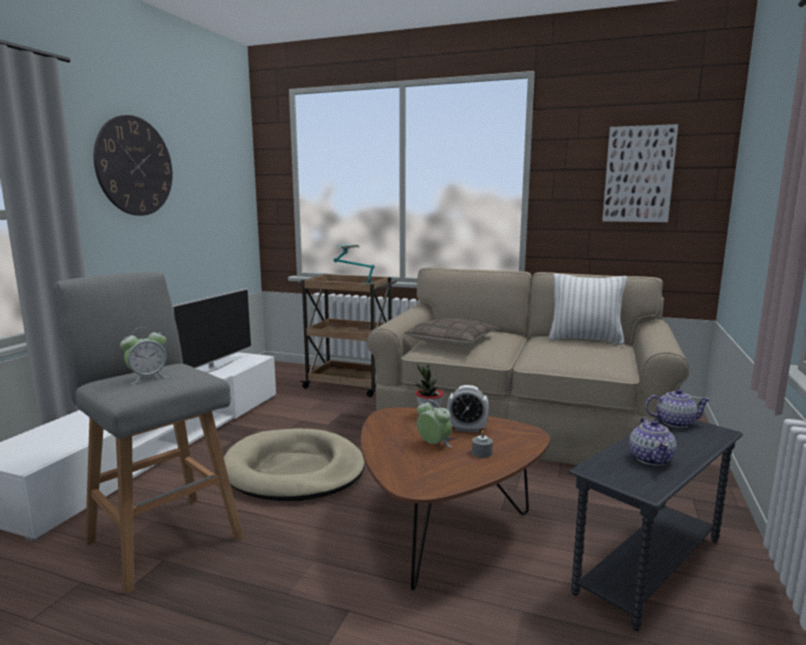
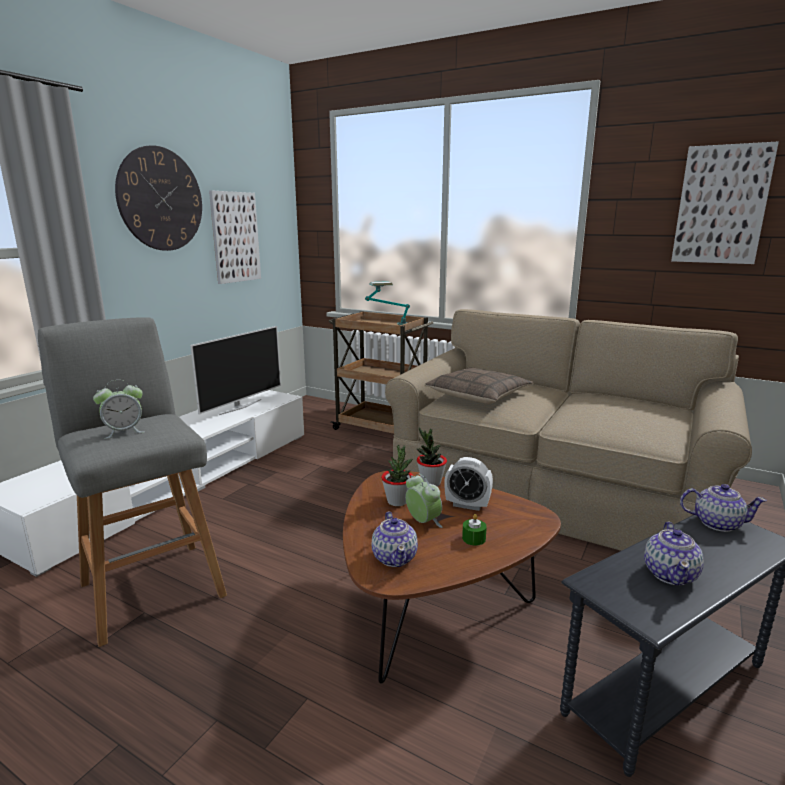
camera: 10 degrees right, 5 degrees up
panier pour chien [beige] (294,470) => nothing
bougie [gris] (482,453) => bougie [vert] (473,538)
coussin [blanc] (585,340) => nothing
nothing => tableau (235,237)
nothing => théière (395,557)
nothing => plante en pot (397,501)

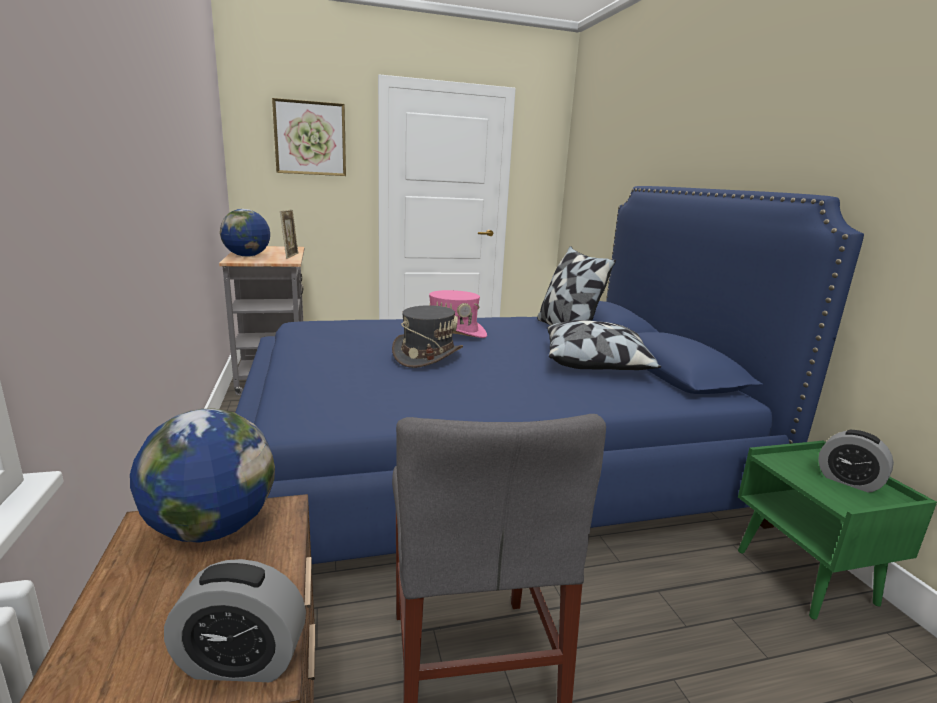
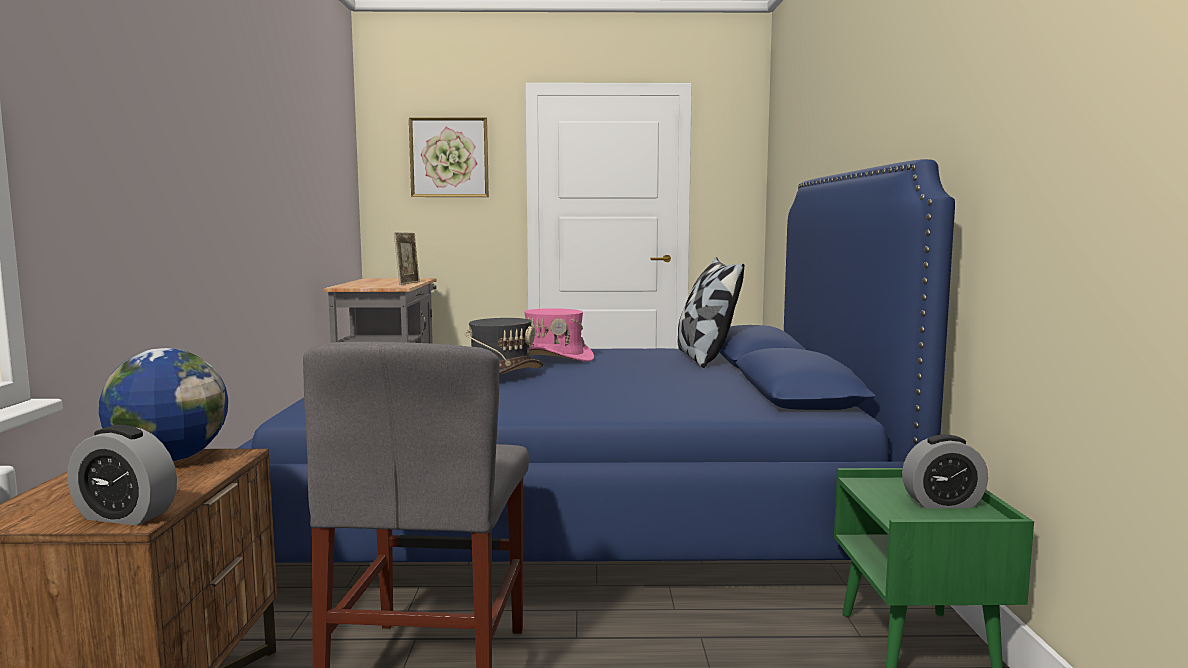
camera: 15 degrees right, 10 degrees down
globe (247,256) => nothing
coussin (597,364) => nothing
réveil (848,481) => réveil (942,503), 60 degrees counterclockwise

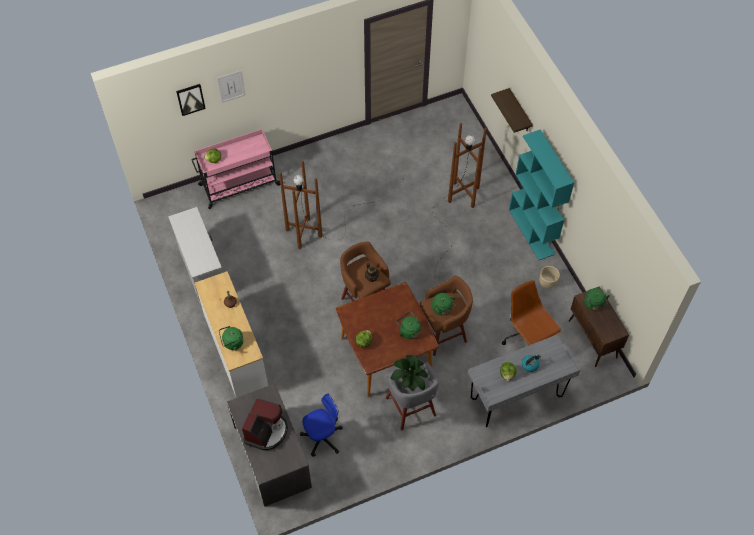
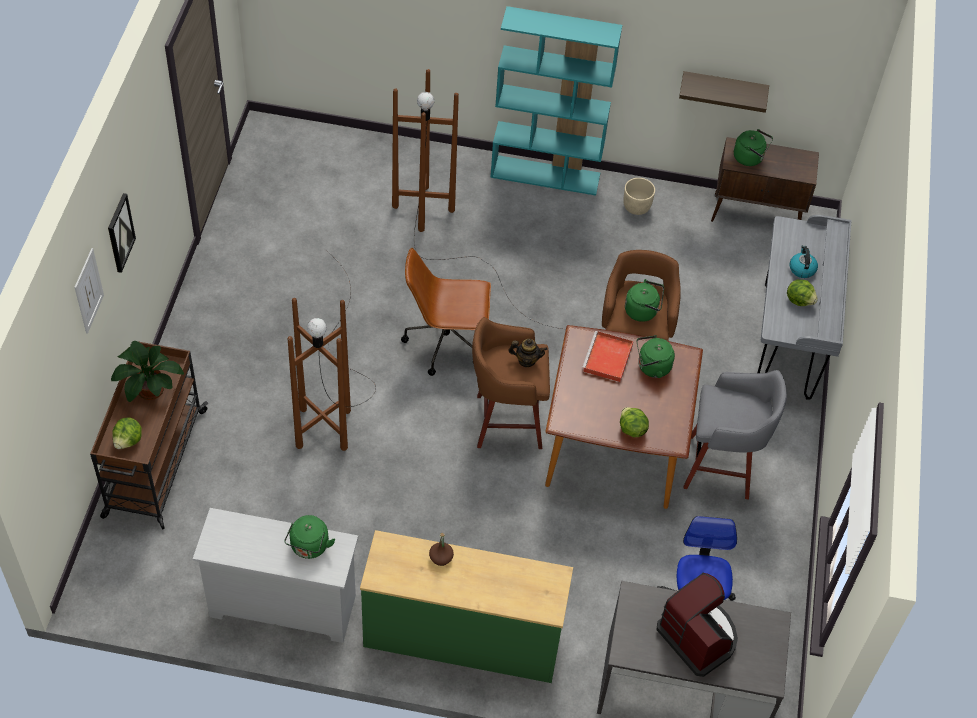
camera: 60 degrees left, 5 degrees down
tableau (190,99) => tableau (120,232), shifted
chariot [rose] (238,185) => chariot [marron] (154,464)
commode [blanc] (235,351) => commode [vert] (462,638)
bouilloire [vert] (232,343) => bouilloire [vert] (309,547), shifted
plante en pot (409,380) => plante en pot (148,389), shifted
étagère (520,111) => étagère (723,89), shifted
chaise de bureau [marron] (527,338) => chaise de bureau [marron] (446,343), shifted
nothing => plateau [rouge] (607,359)

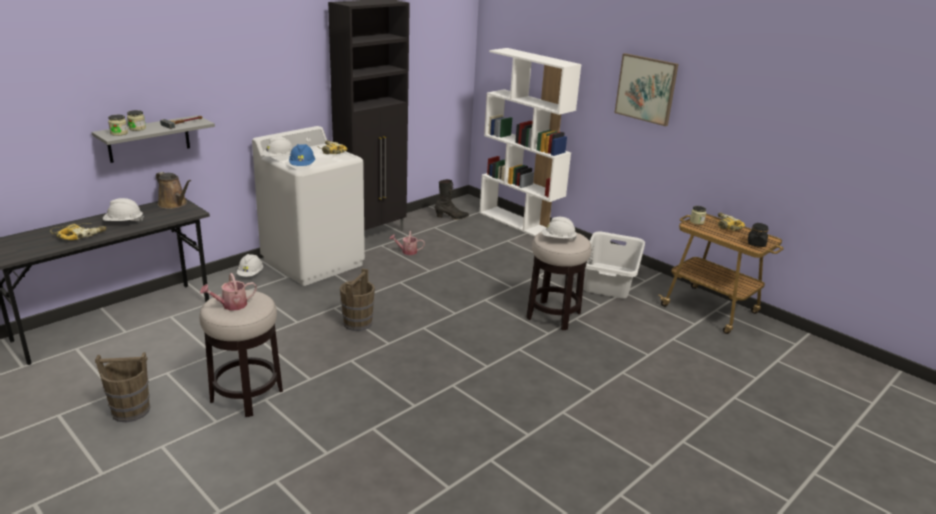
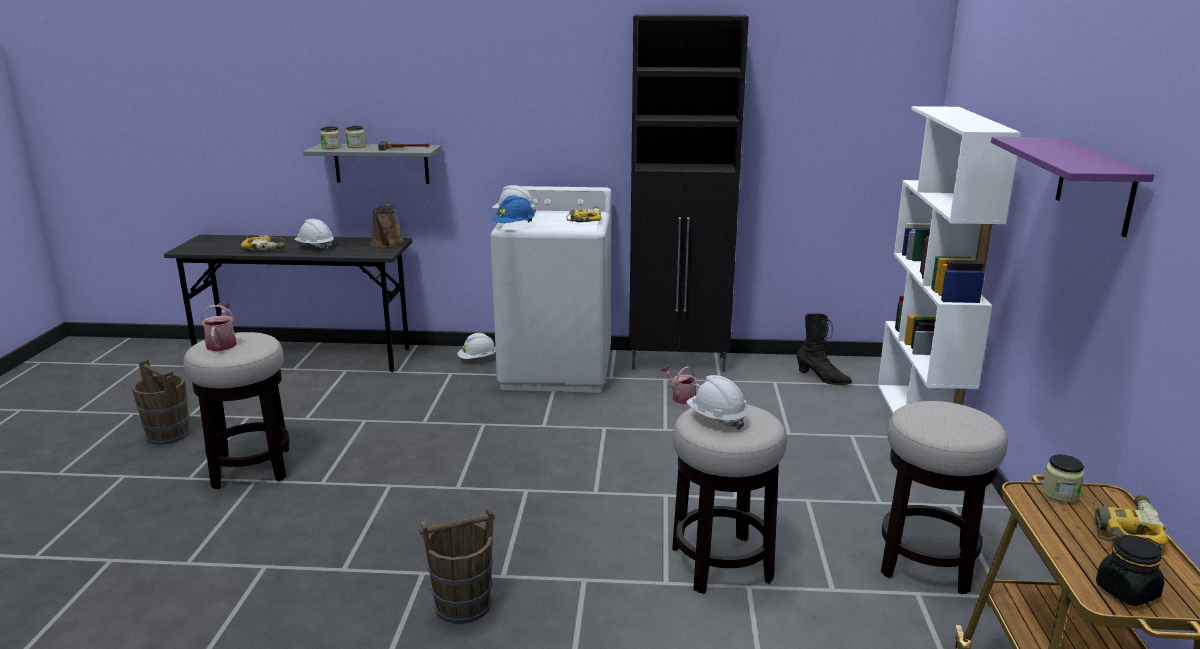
camera: 50 degrees right, 5 degrees down
arrosoir (231,305) => arrosoir (222,343), 60 degrees clockwise
seau [marron] (358,323) => seau [marron] (463,605), shifted
panier à linge [gris] (610,280) => tabouret (926,563)
tableau (646,89) => étagère [violet] (1095,185)

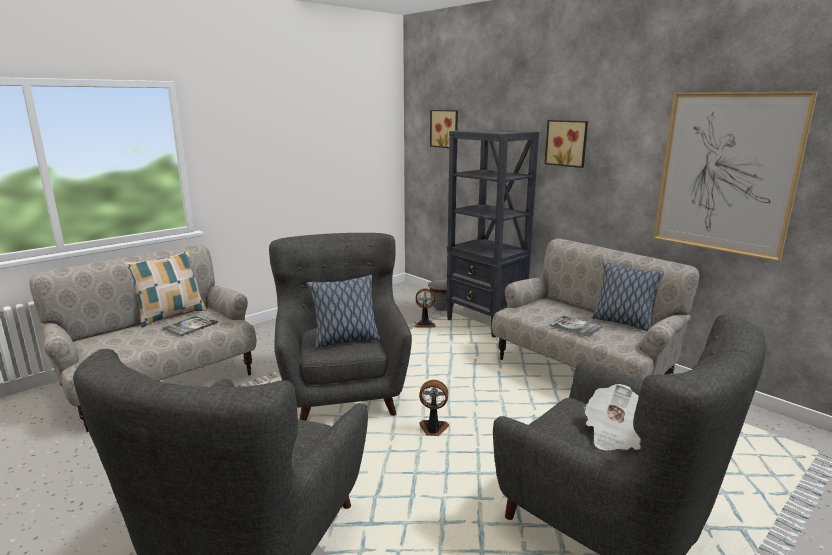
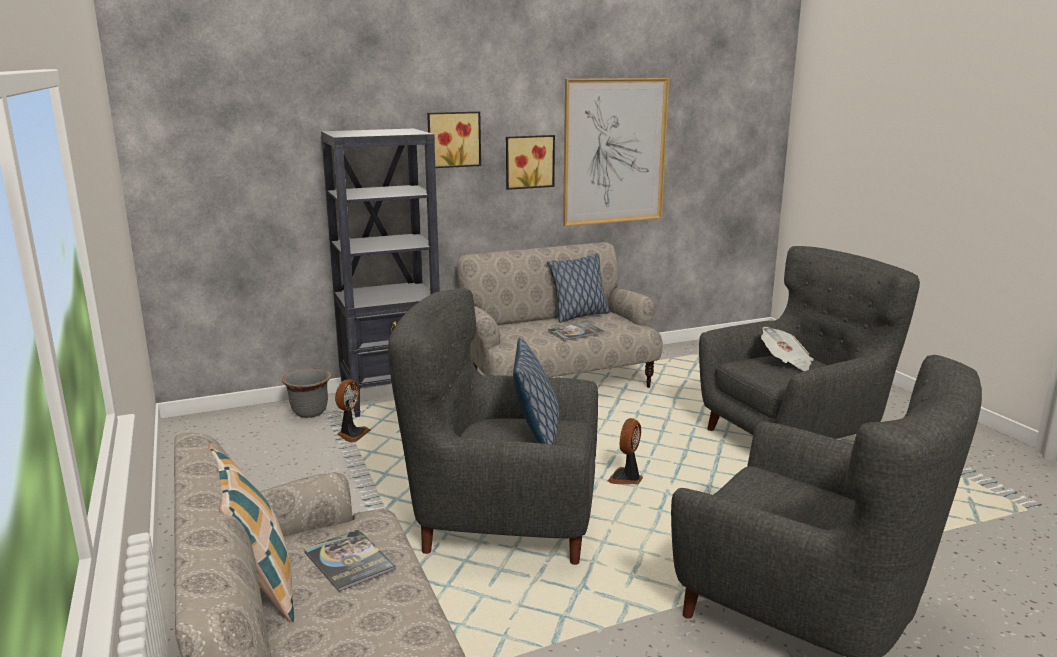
camera: 70 degrees left, 0 degrees up
tableau (445,128) => tableau (529,161), shifted

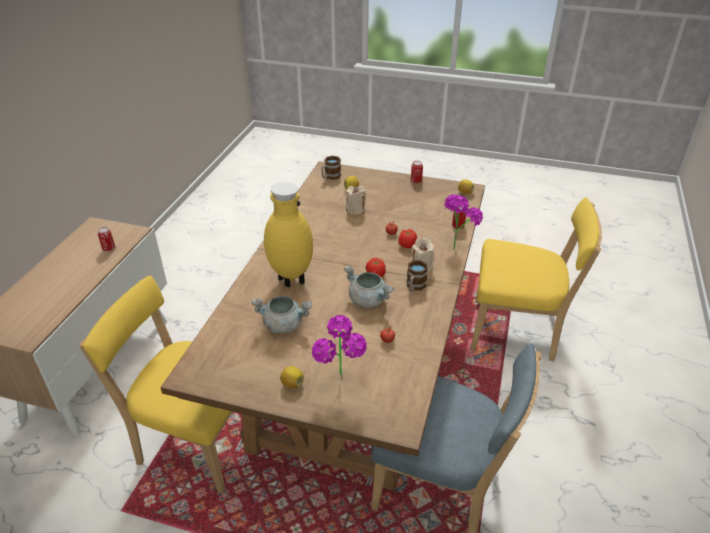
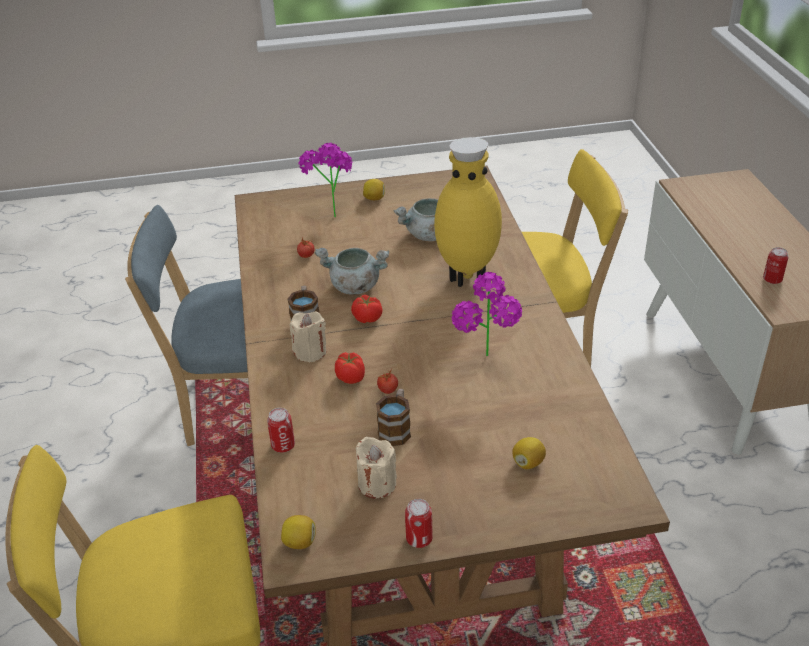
camera: 155 degrees right, 0 degrees up
mug (330,177) => mug (396,428), shifted
bougie [beige] (355,209) => bougie [beige] (377,484), shifted
plante en pot (456,245) => plante en pot (487,363), shifted

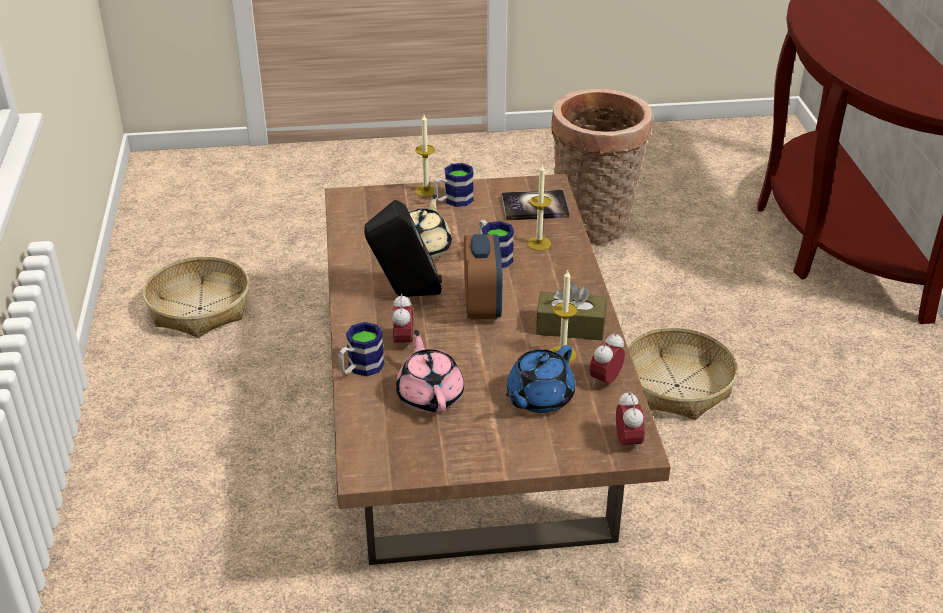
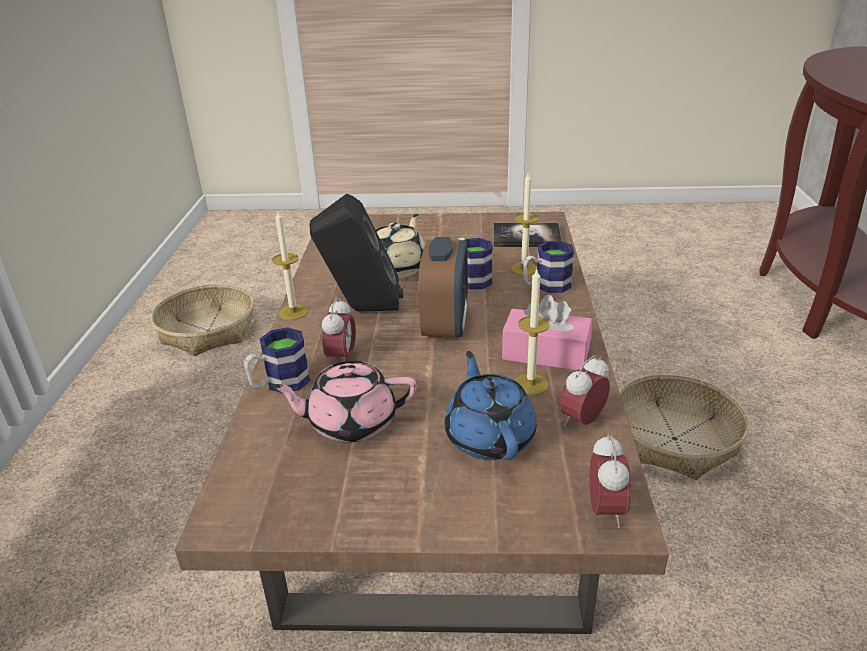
camera: 10 degrees right, 5 degrees down
théière [rose] (430,395) => théière [rose] (350,422), 90 degrees counterclockwise
bougie (426,190) => bougie (293,312), shifted
mug (453,201) => mug (546,286), shifted
théière [bleu] (538,398) => théière [bleu] (489,436), 120 degrees clockwise
boîte à mouchoirs [marron] (570,327) => boîte à mouchoirs [rose] (546,354)
panier (594,229) => nothing

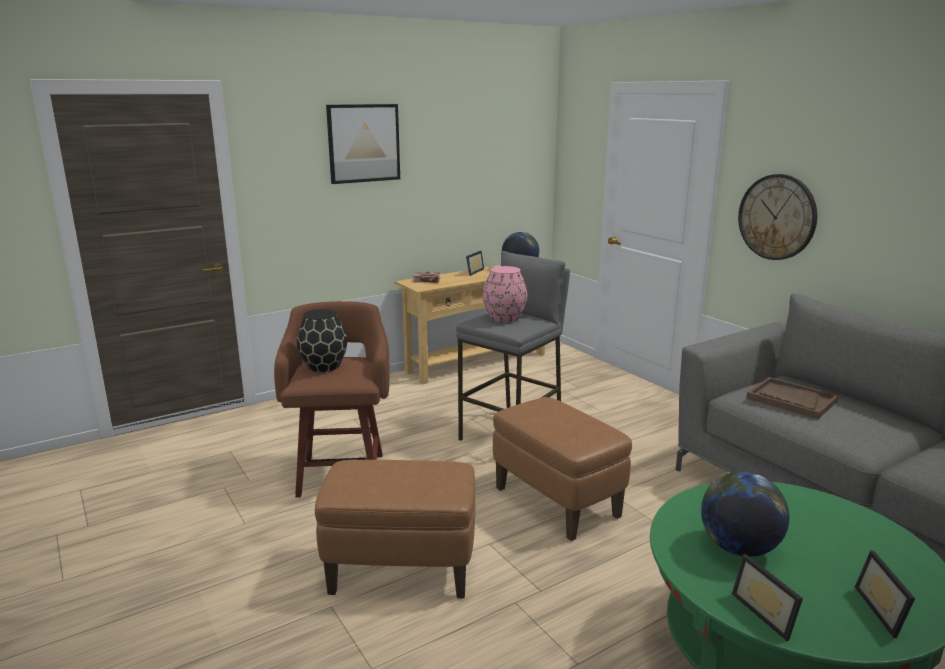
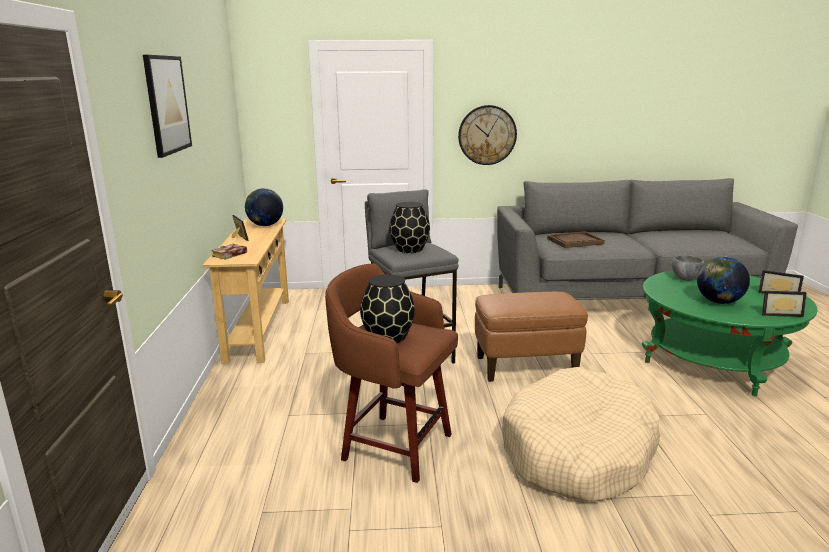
camera: 60 degrees left, 0 degrees up
pouf [marron] (402,571) => panier pour chien [beige] (577,451)
vase [rose] (505,318) => vase [noir] (409,249)
nothing => bol [gris] (685,279)

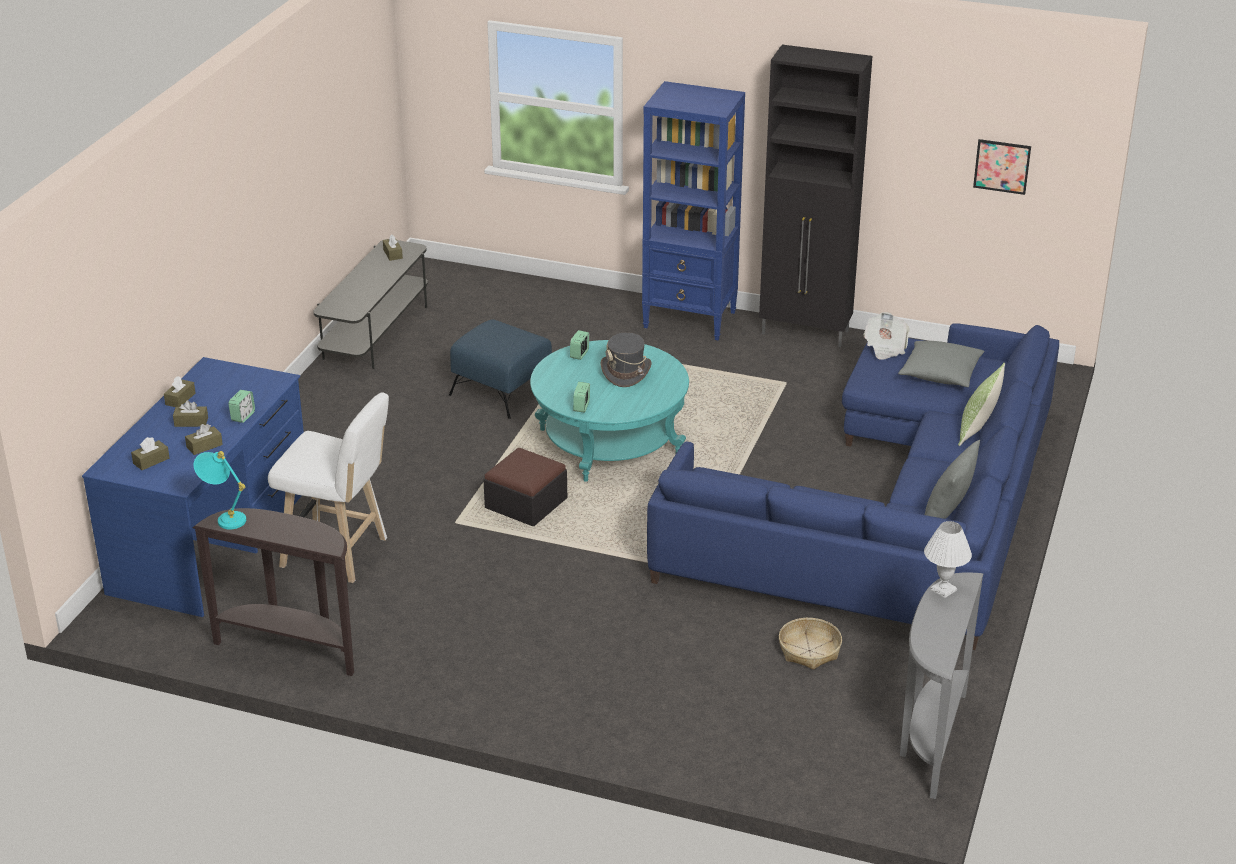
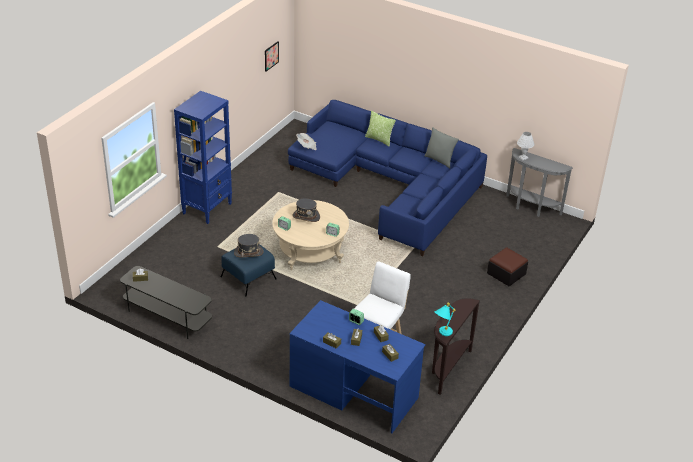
camera: 80 degrees left, 5 degrees up
pouf (526,503) => pouf (506,274), shifted
table basse [turquoise] (609,443) => table basse [beige] (310,251)
meuble de rangement [noir] (806,333) => nothing
panier (809,651) => nothing
coussin [gris] (940,374) => nothing
nothing => chapeau [gris] (248,252)

